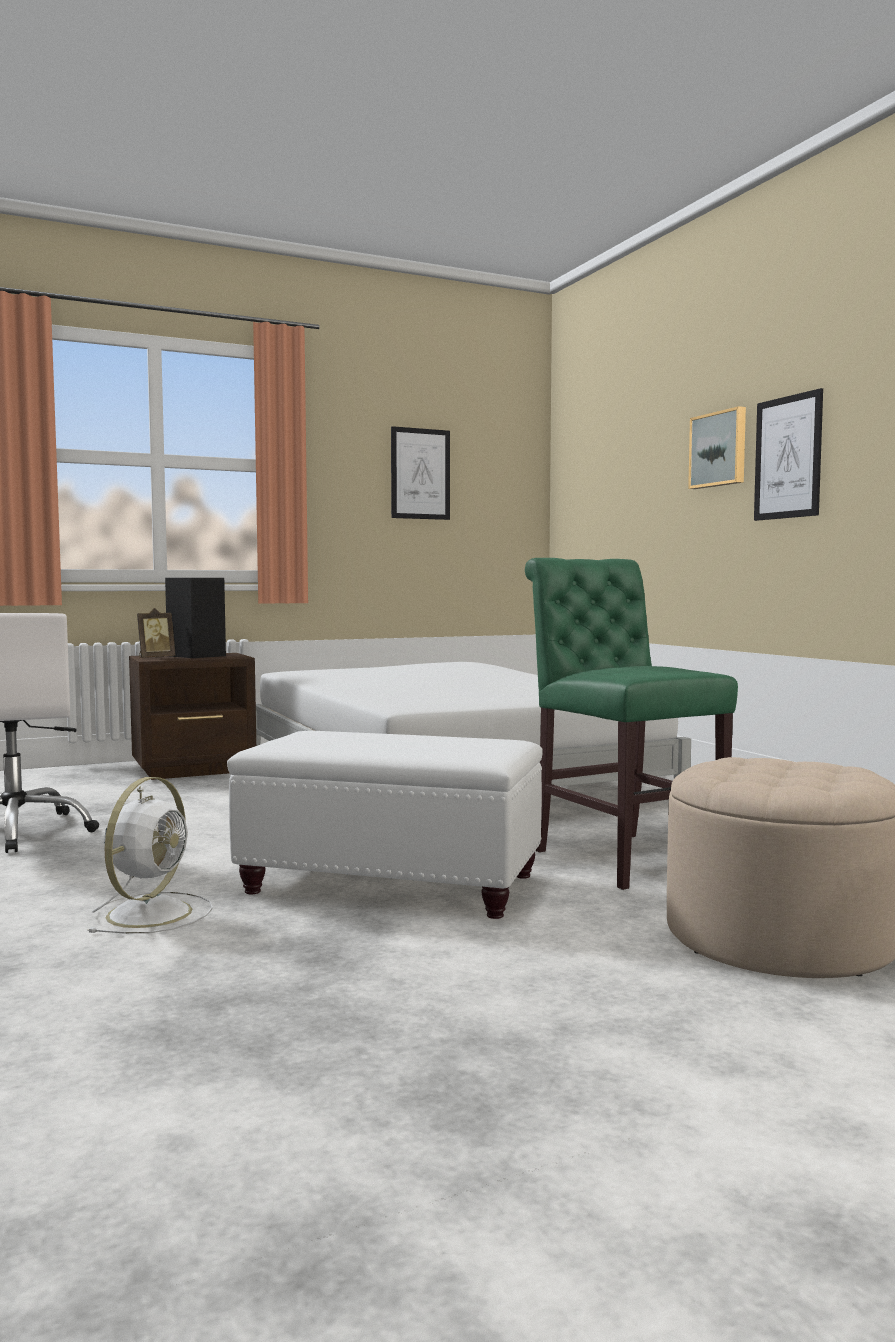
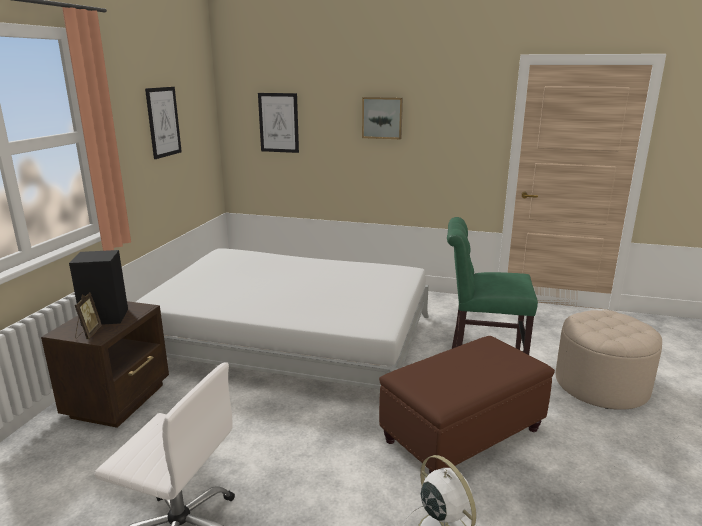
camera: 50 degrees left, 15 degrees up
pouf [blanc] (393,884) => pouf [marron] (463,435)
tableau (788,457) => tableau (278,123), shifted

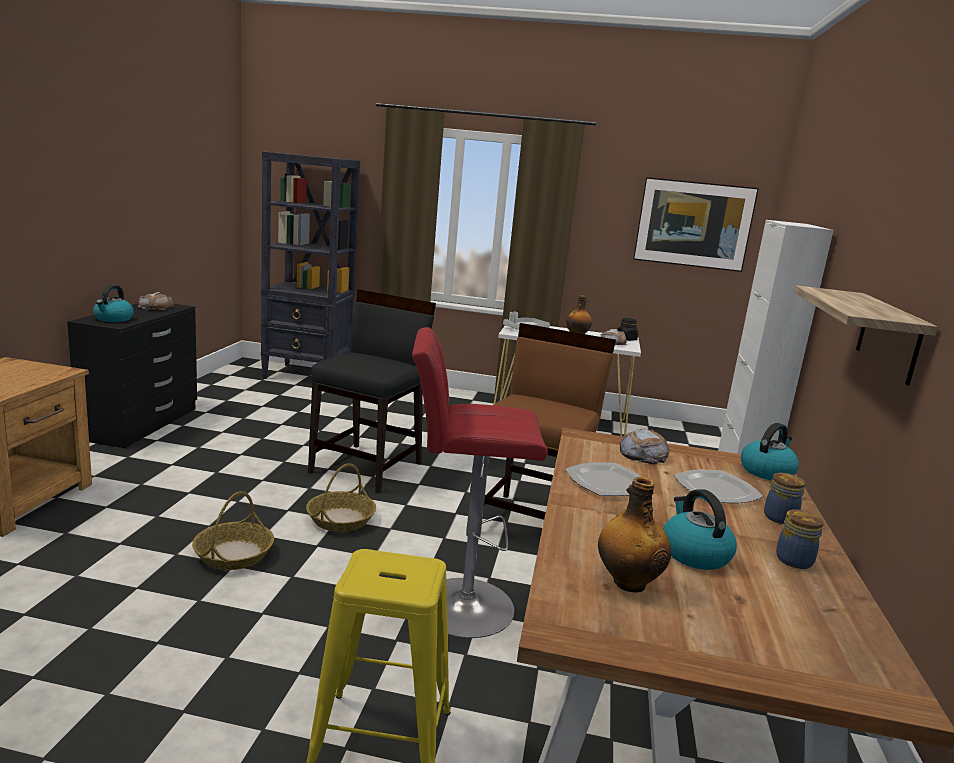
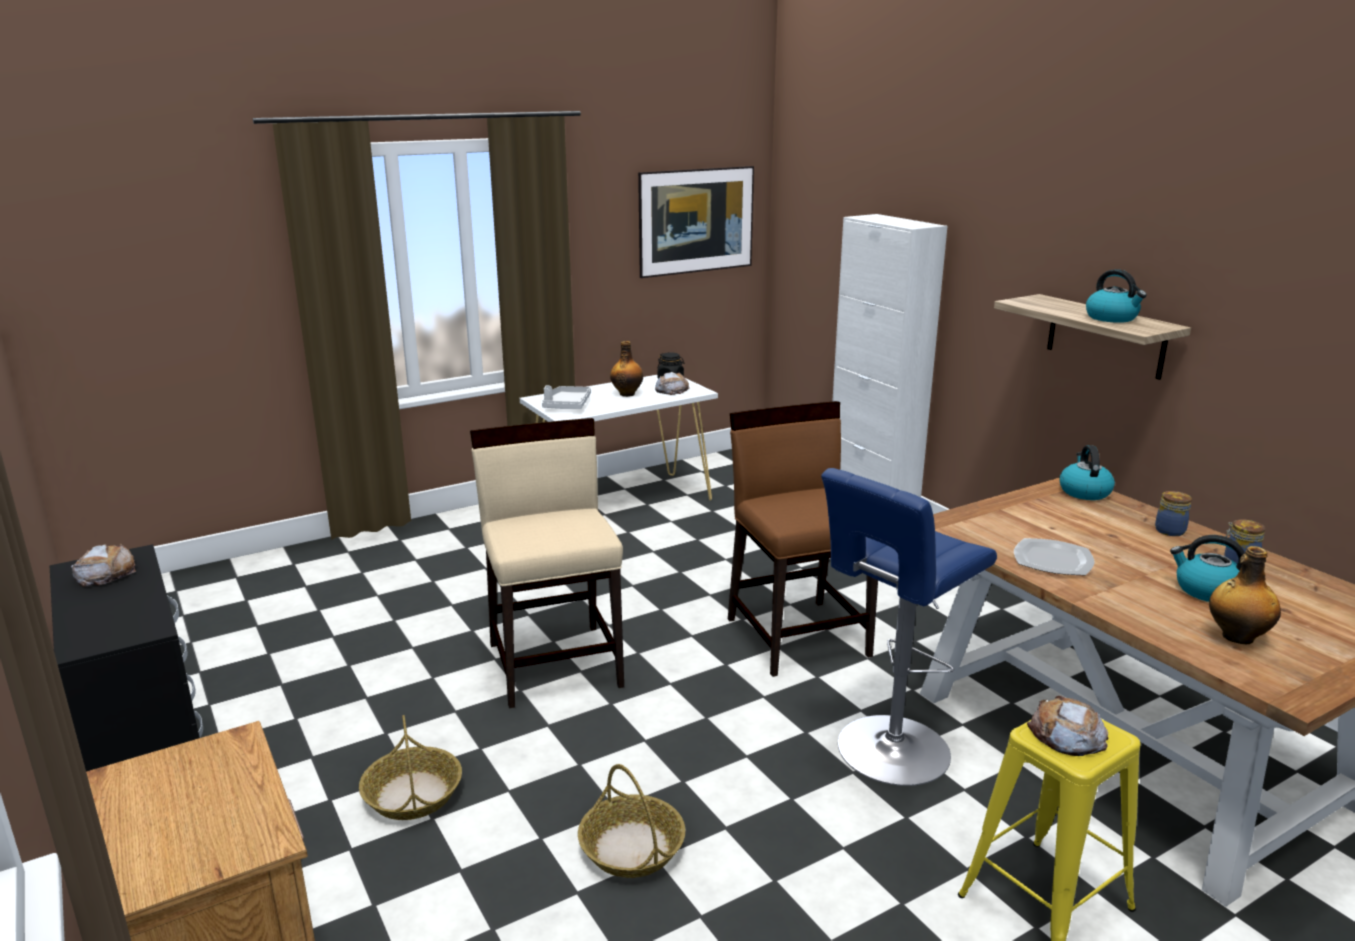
camera: 40 degrees left, 5 degrees up
bouilloire (113,319) => bouilloire (1112,318), shifted
bibliothèque [noir] (307,376) => nothing
panier (340,519) => panier (413,795), shifted
chaise [noir] (368,467) => chaise [beige] (555,663)
tabouret [rouge] (458,606) => tabouret [bleu] (888,753)
pain (642,454) => pain (1066,735), shifted
assiette (717,490) => nothing

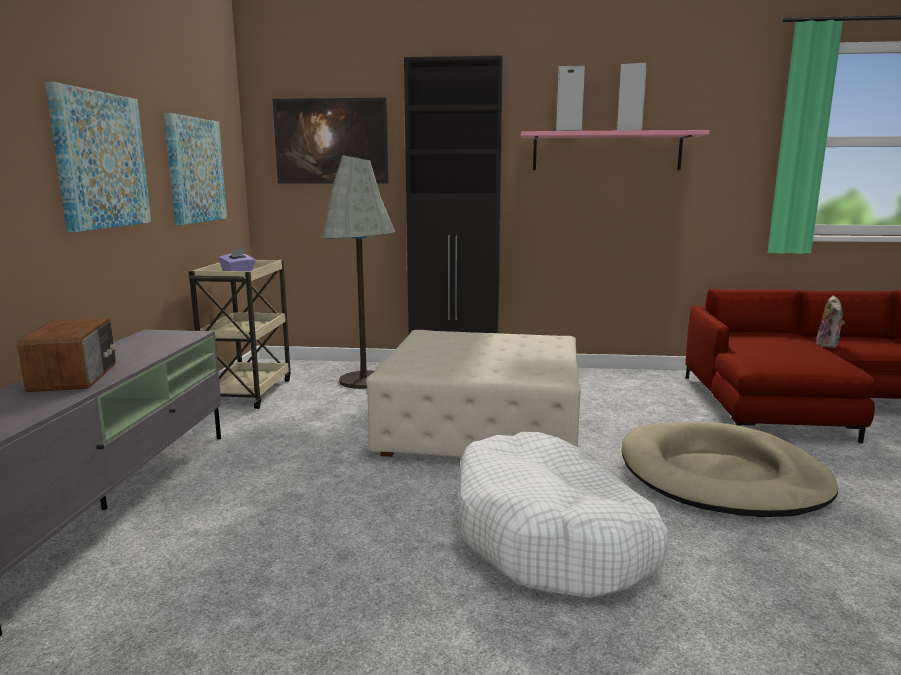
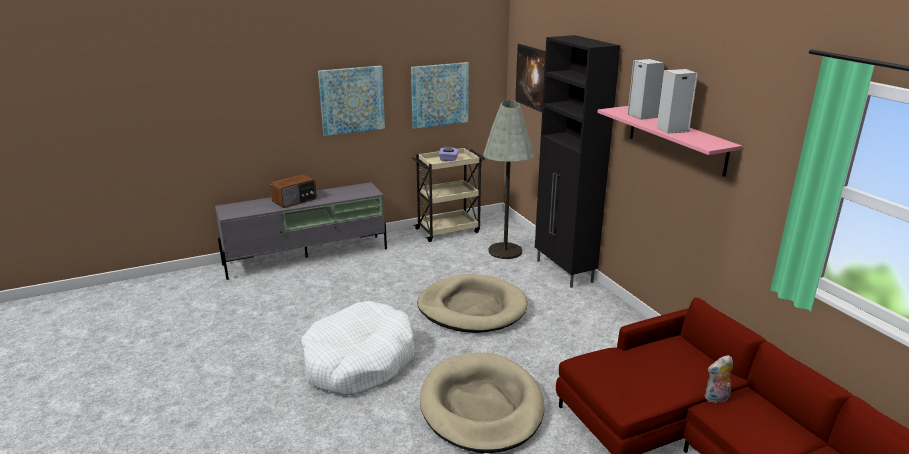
camera: 60 degrees right, 10 degrees up
pouf [beige] (480,428) => panier pour chien [beige] (472,308)

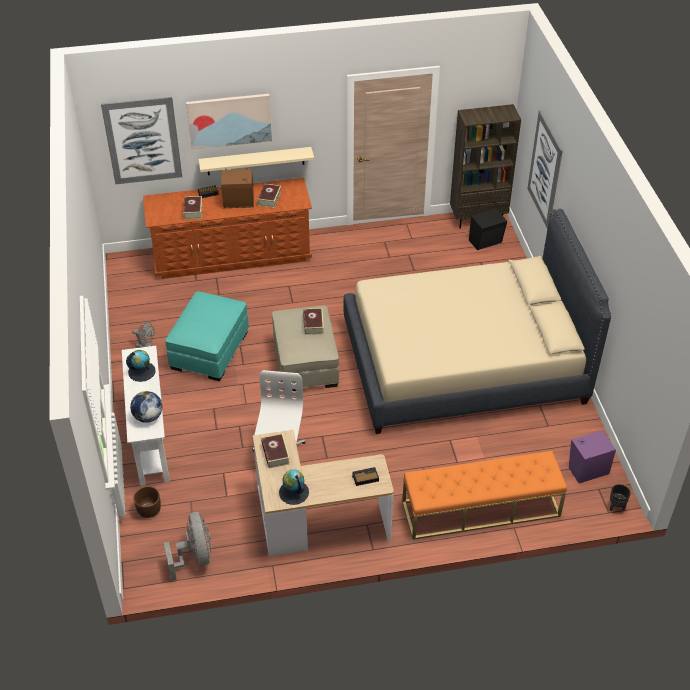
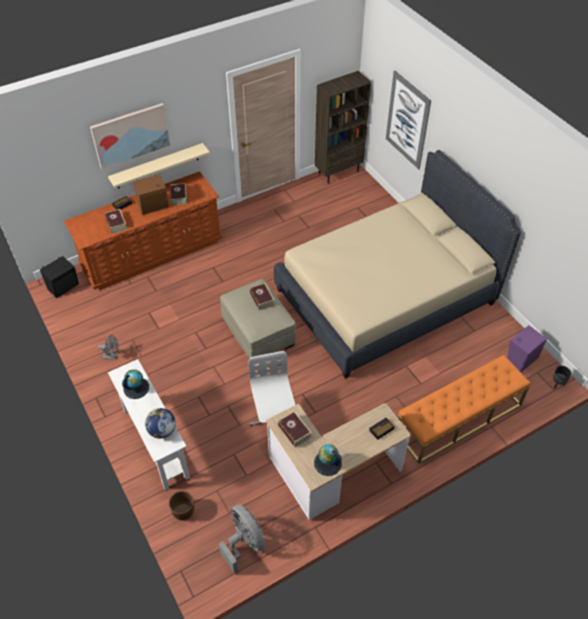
camera: 20 degrees left, 5 degrees up
tableau (143,141) => nothing
pouf [turquoise] (210,349) => nothing
enceinte [noir] (486,242) => enceinte [noir] (64,287), shifted

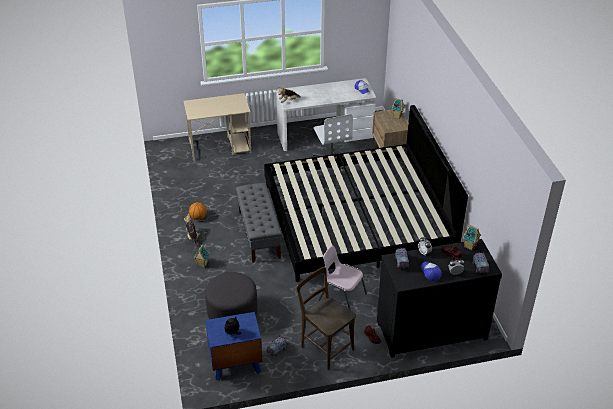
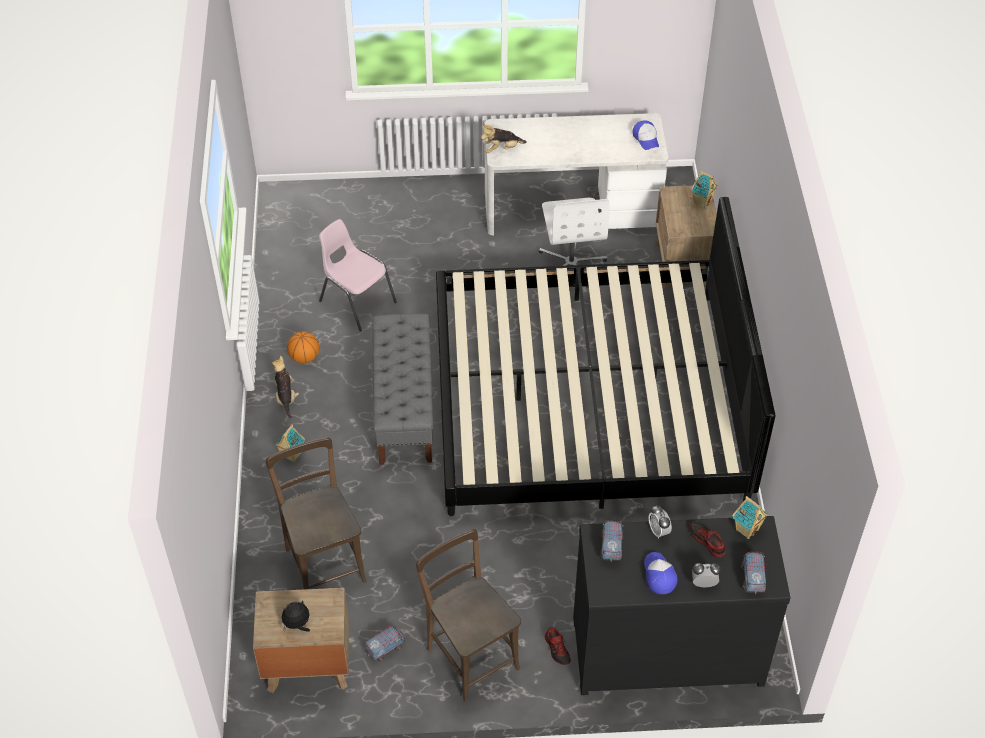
camera: 10 degrees right, 10 degrees up
bureau [beige] (220,147) => nothing
pouf [gris] (232,312) => chaise [marron] (323,561)
table de chevet [bleu] (235,363) => table de chevet [marron] (307,664)
chaise [rose] (342,297) => chaise [rose] (356,301), shifted

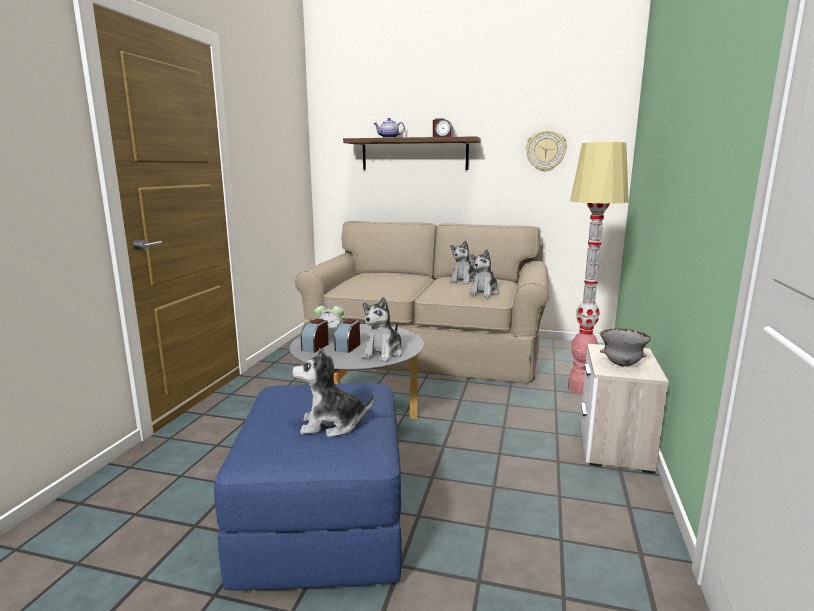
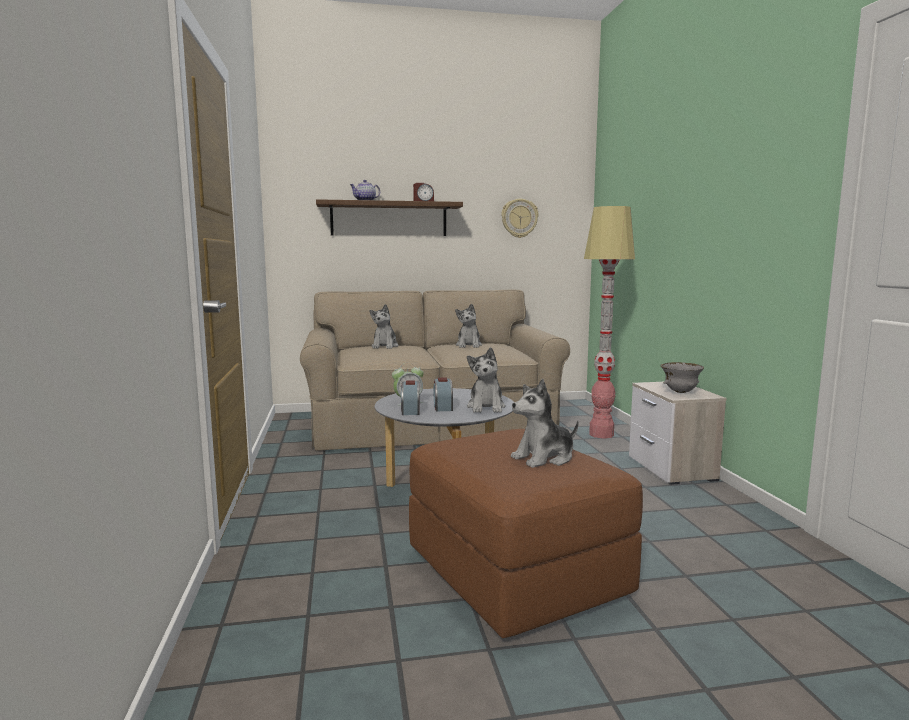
camera: 25 degrees left, 5 degrees down
pouf [bleu] (323,524) => pouf [marron] (516,573)
peluche (484,293) => peluche (385,346), shifted

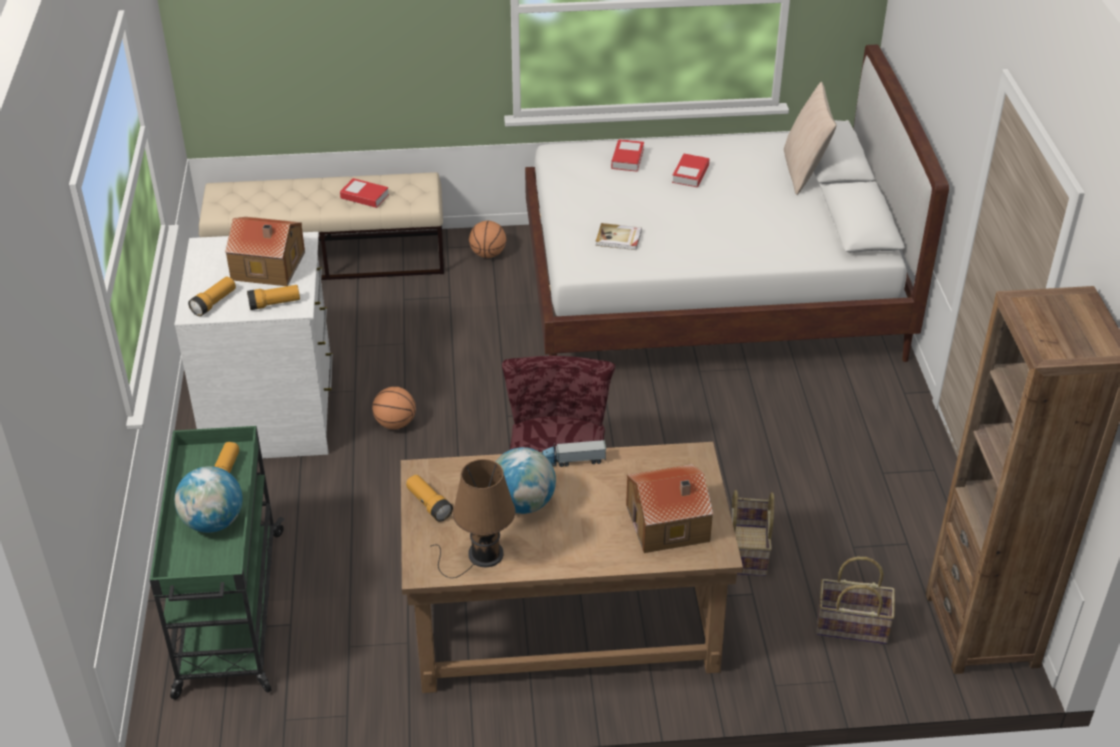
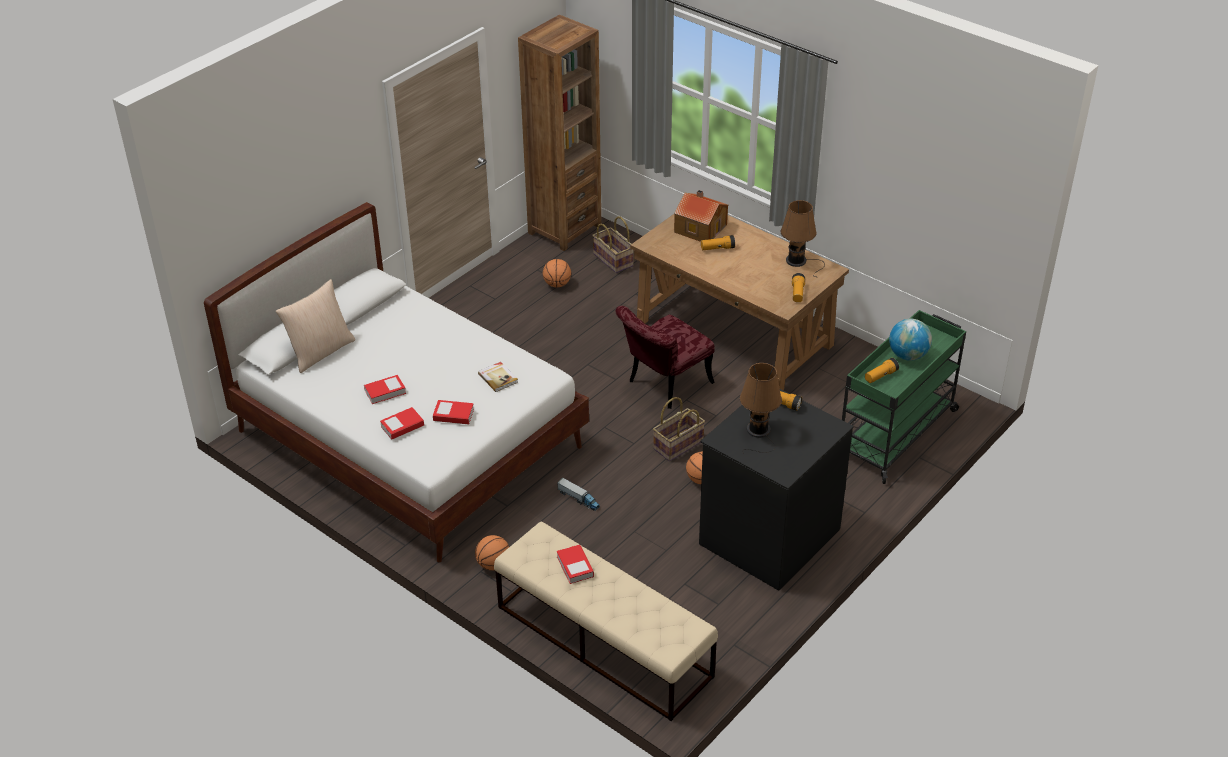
camera: 135 degrees left, 0 degrees up
commode [blanc] (273,413) => commode [noir] (768,535)
lampe de poche (214,303) => lampe de poche (717,248), shifted
maison miniature (269,267) => lampe de table [marron] (758,432)
globe (523,503) => nothing
camion jouet (569,461) => camion jouet (579,499), shifted
panier (747,550) => panier (678,445), shifted
nothing => livre (453,415)
nothing => ballon de basket (557,284)

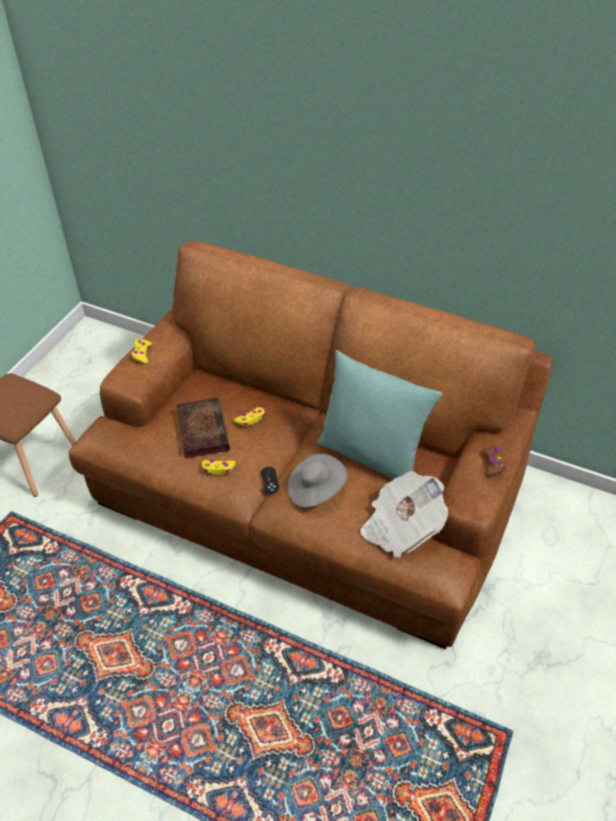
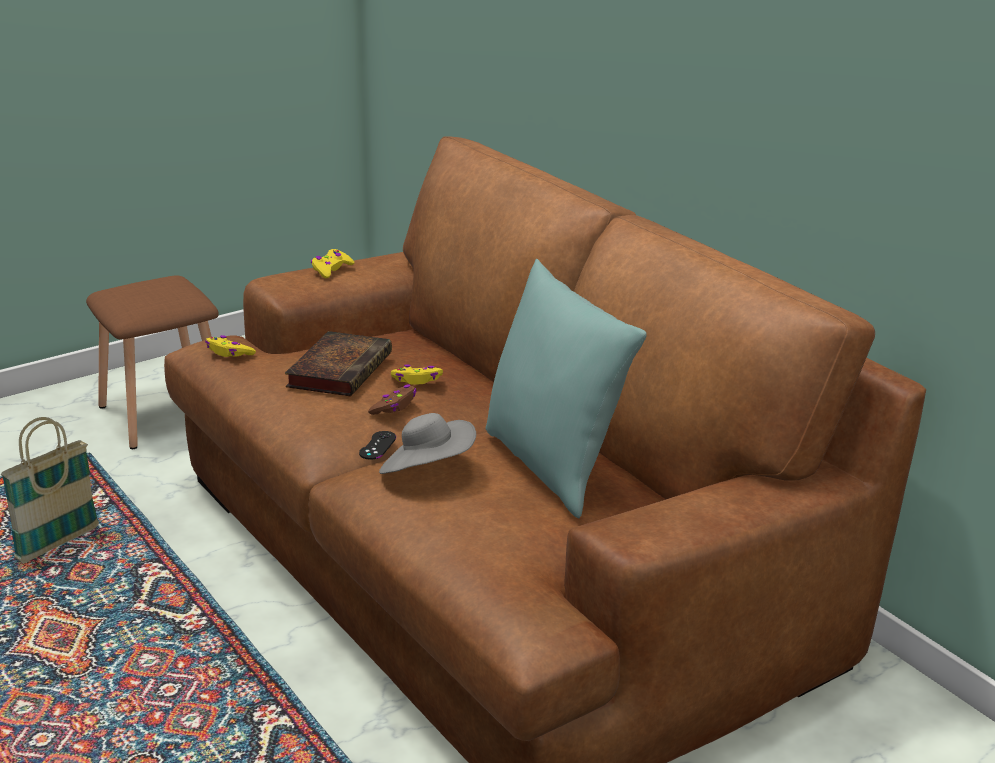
camera: 30 degrees right, 20 degrees down
manette [jaune] (218,469) => manette [jaune] (229,353), shifted
journal (401,526) => nothing
manette [marron] (493,463) => manette [marron] (394,406), shifted
nothing => panier (58,544)

